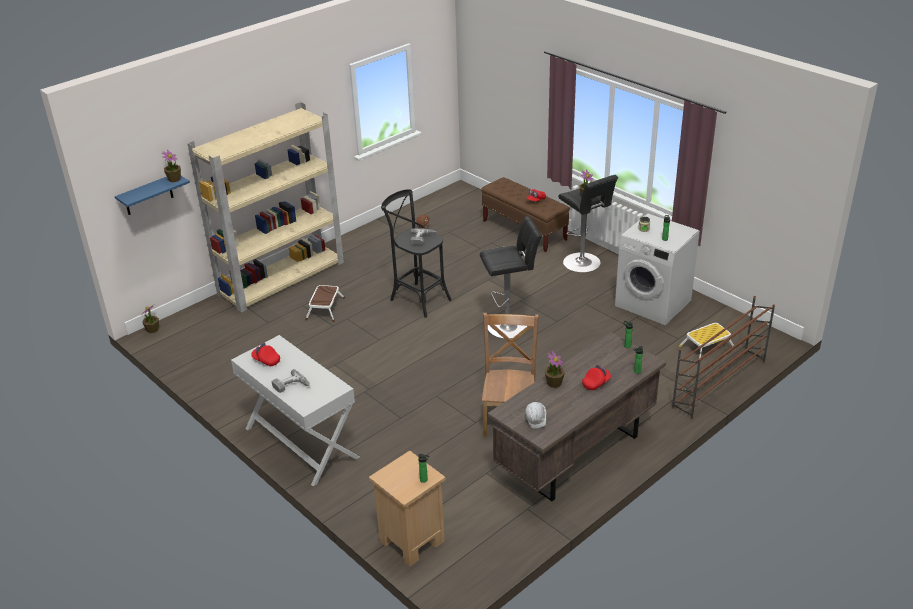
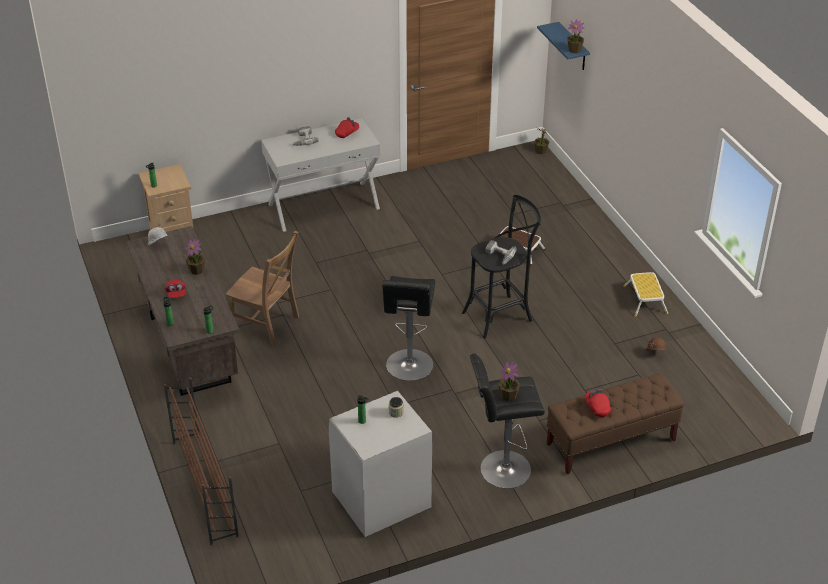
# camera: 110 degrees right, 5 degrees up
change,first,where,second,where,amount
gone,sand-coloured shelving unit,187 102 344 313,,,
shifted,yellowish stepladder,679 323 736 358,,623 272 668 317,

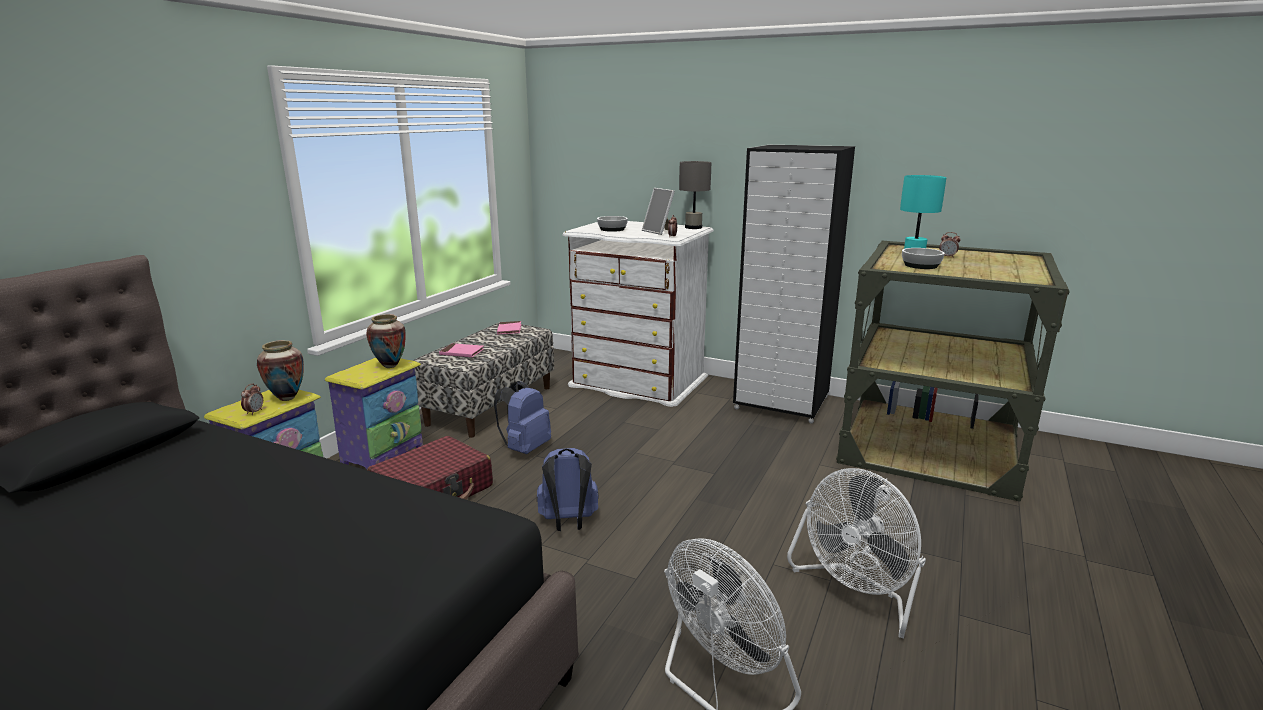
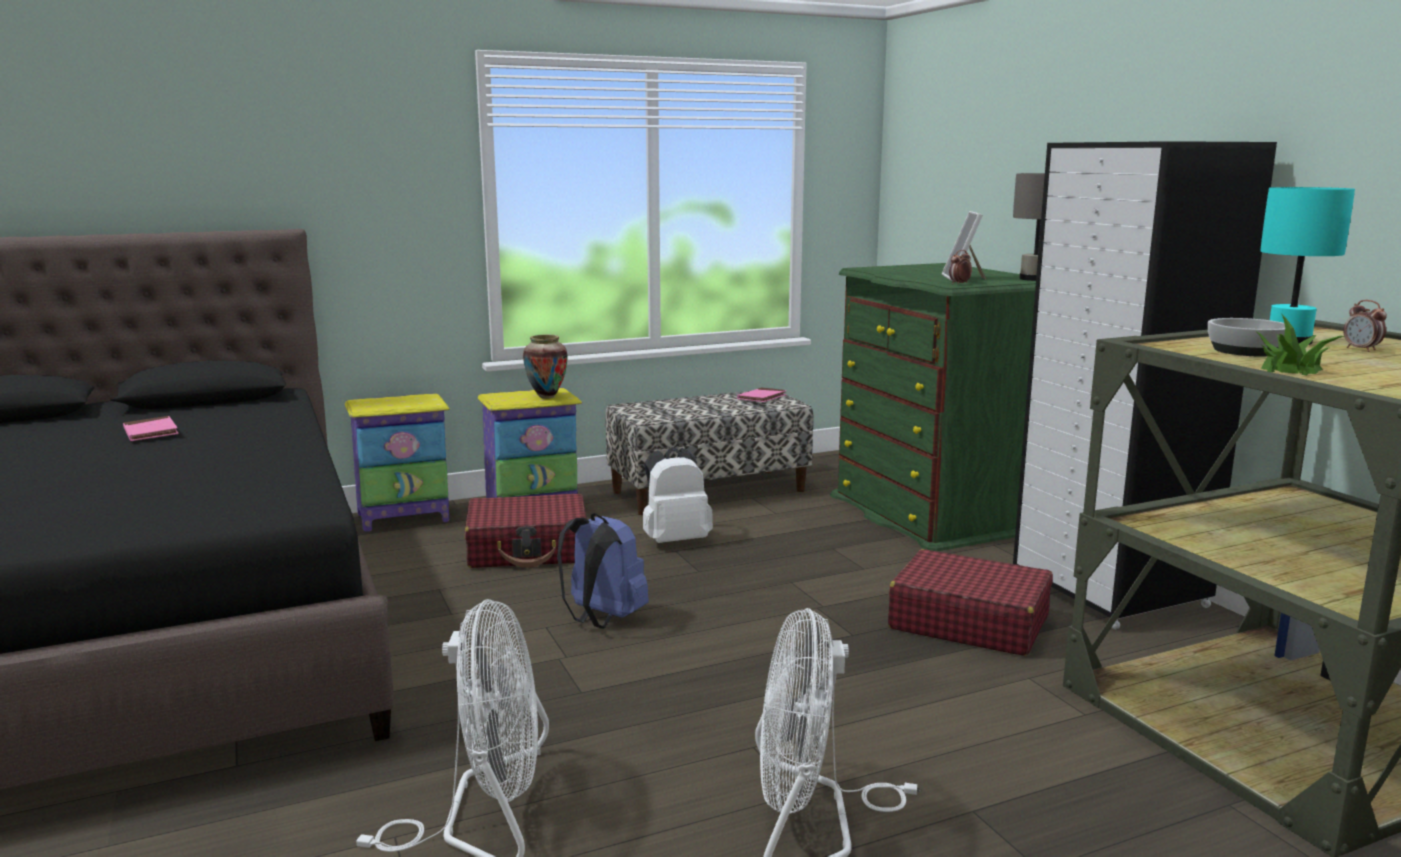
# camera: 40 degrees right, 5 degrees down
change,first,where,second,where,amount
gone,bedside clock,241 384 263 415,,,
gone,decorative vase,257 340 304 401,,,
gone,serving bowl,597 216 628 232,,,
new,,,red piece of luggage,888 549 1053 656,
new,,,houseplant,1257 315 1344 375,
shifted,pinkish book,439 343 484 357,,123 416 179 441,
repainted,blue-coloured knapsack,494 381 551 454,white knapsack,643 447 713 543,
repainted,white dresser,562 221 714 407,green dresser,830 263 1036 551,

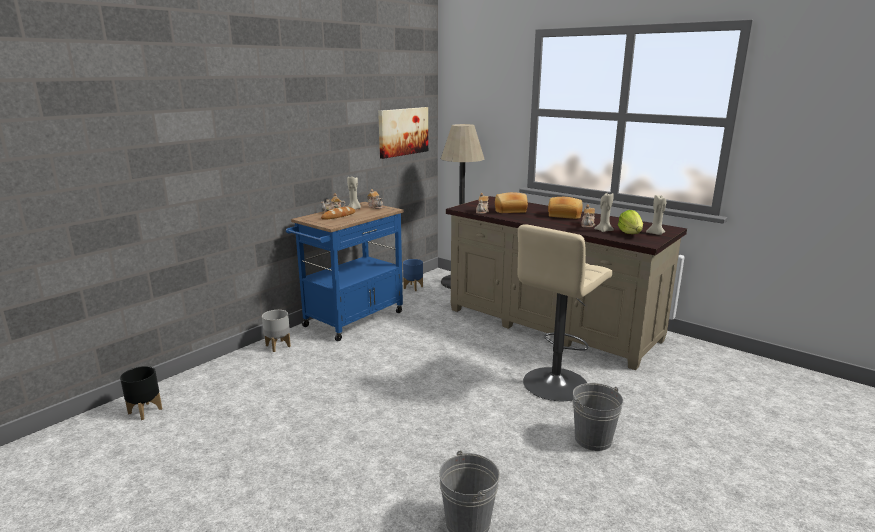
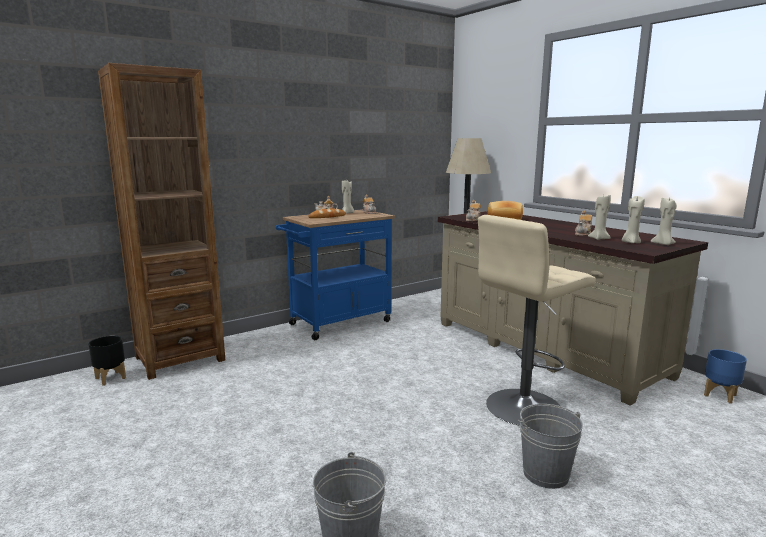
# camera: 15 degrees right, 5 degrees down
change,first,where,second,where,amount
gone,gray flower pot,262 310 291 352,,,
gone,wall picture,378 107 428 159,,,
gone,baked bread,548 197 583 219,,,
new,,,brown-coloured shelving unit,98 63 225 380,
shifted,blue-coloured flower pot,403 259 423 291,,704 349 747 404,
swapped,lettuce,618 210 643 234,sand-coloured wax candle,622 195 645 243,

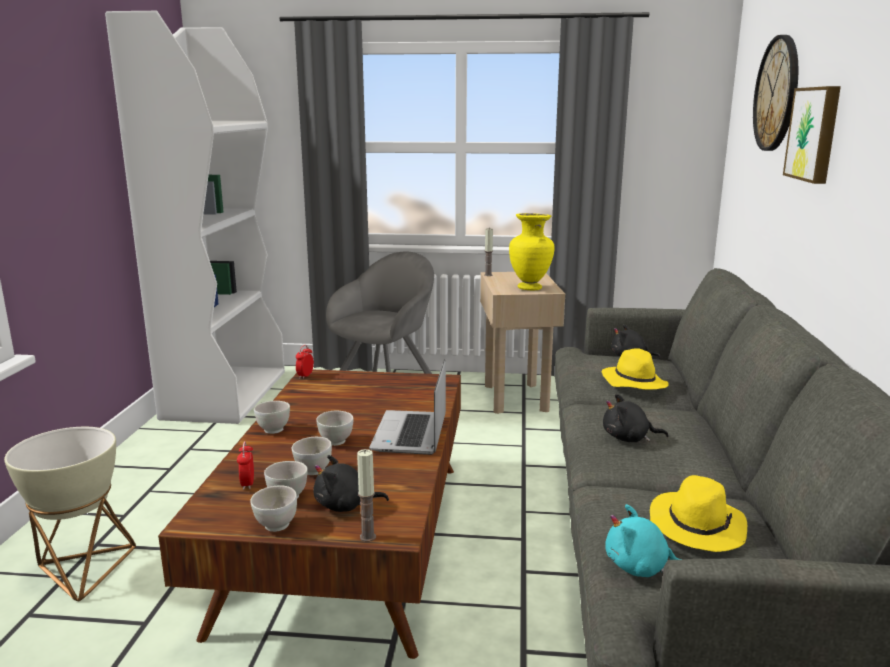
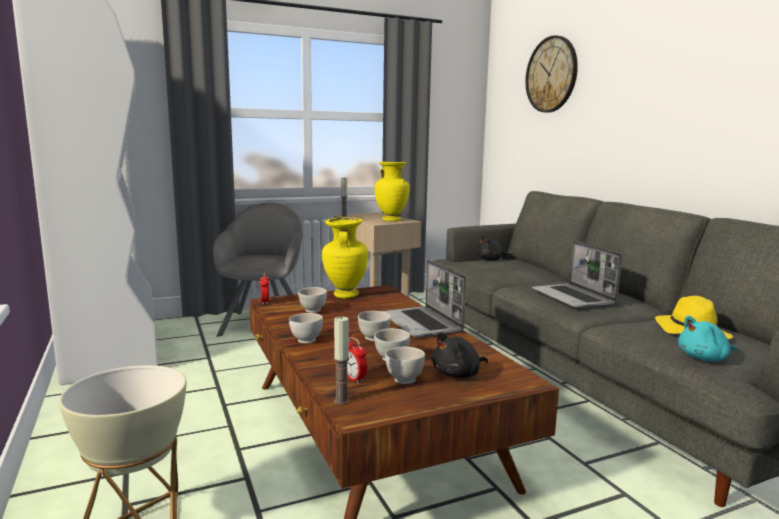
# camera: 30 degrees left, 5 degrees down
change,first,where,second,where,amount
gone,yellowish clothing hat,602 348 669 390,,,
gone,wall picture,783 86 841 184,,,
new,,,yellowish decorative vase,322 217 368 299,
shifted,white serving bowl,250 486 297 532,,298 287 327 313,
shifted,wax candle,357 449 376 542,,334 316 350 405,
swapped,black cuddly toy,603 394 669 442,notebook computer,532 241 622 308,

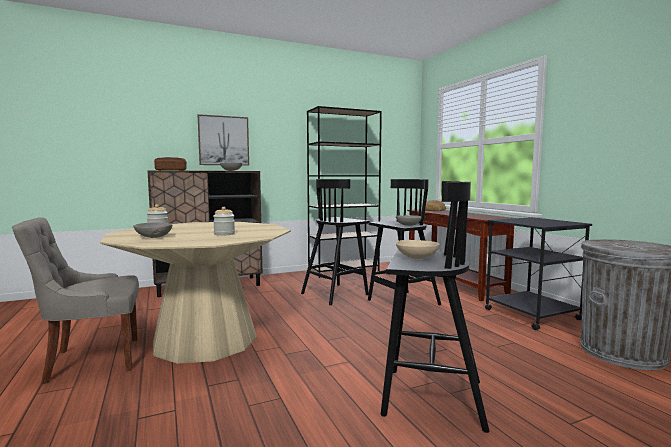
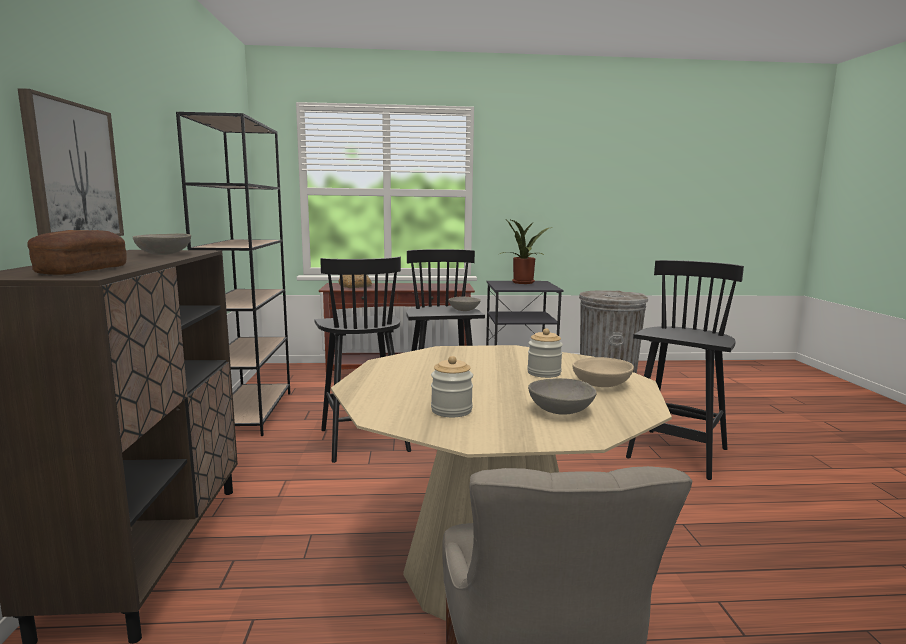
# camera: 70 degrees left, 5 degrees up
change,first,where,second,where,amount
new,,,houseplant,500 219 553 284,
shifted,sand-coloured serving bowl,396 240 440 259,,572 357 634 387,

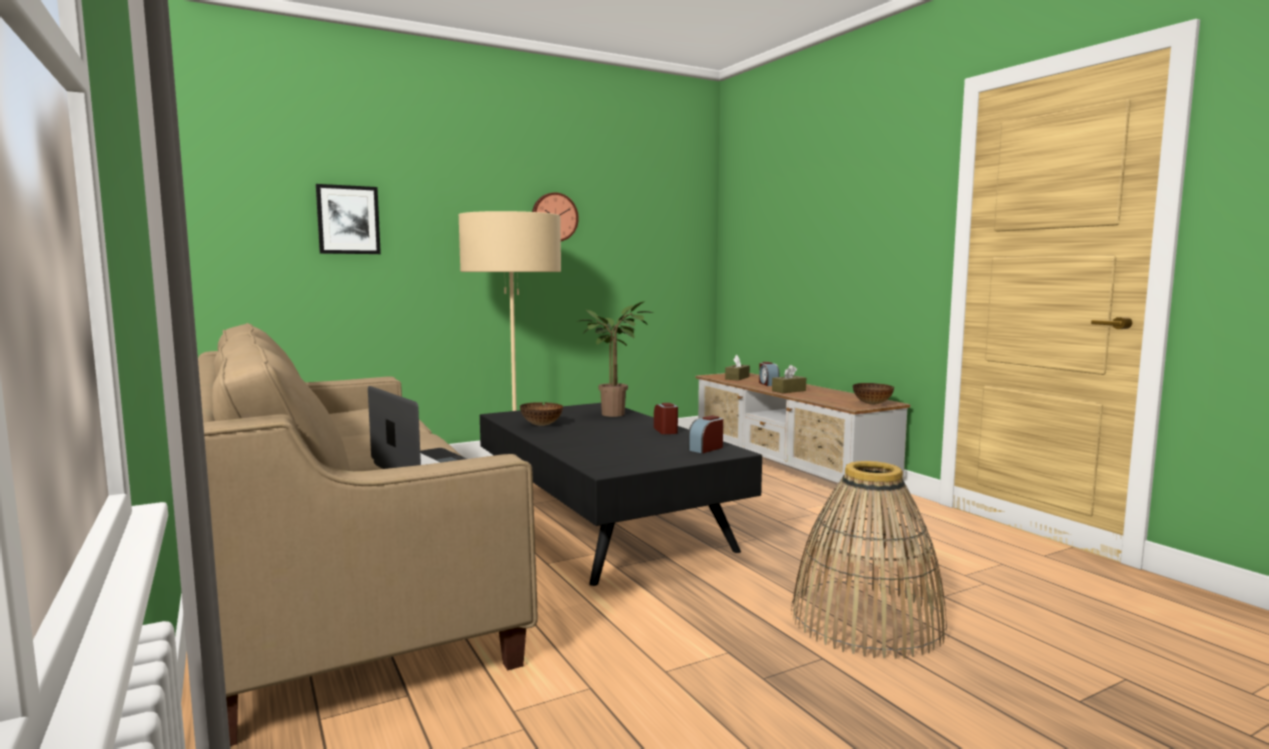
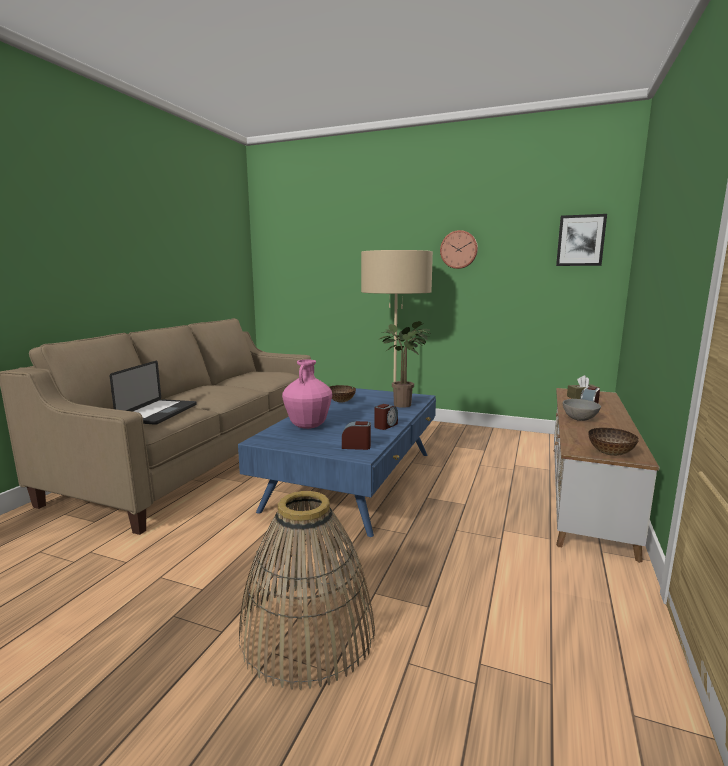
# camera: 50 degrees right, 5 degrees up
change,first,where,second,where,amount
new,,,pinkish decorative vase,282 359 332 429,
shifted,wall picture,316 184 381 254,,556 214 607 266,
swapped,brown-coloured tissue holder,772 365 806 393,gray serving bowl,562 399 601 421,
repainted,black low table,480 403 762 586,blue-coloured low table,238 388 436 537,

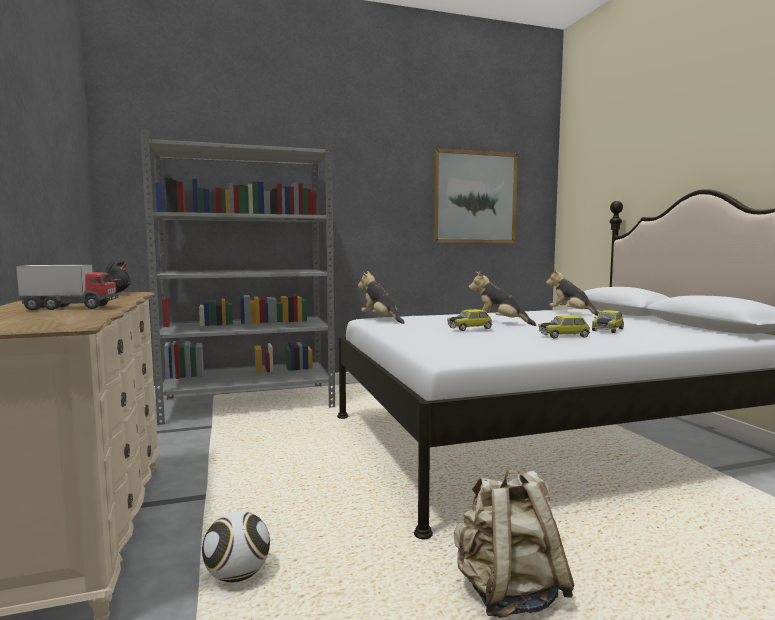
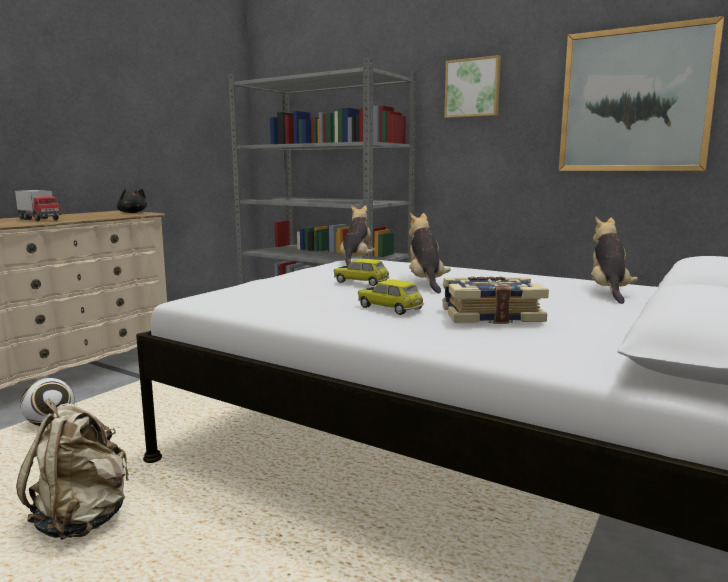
# camera: 50 degrees right, 5 degrees up
change,first,where,second,where,amount
new,,,wall picture,444 55 501 118,
swapped,miniature car,592 310 624 333,book,442 276 549 324,

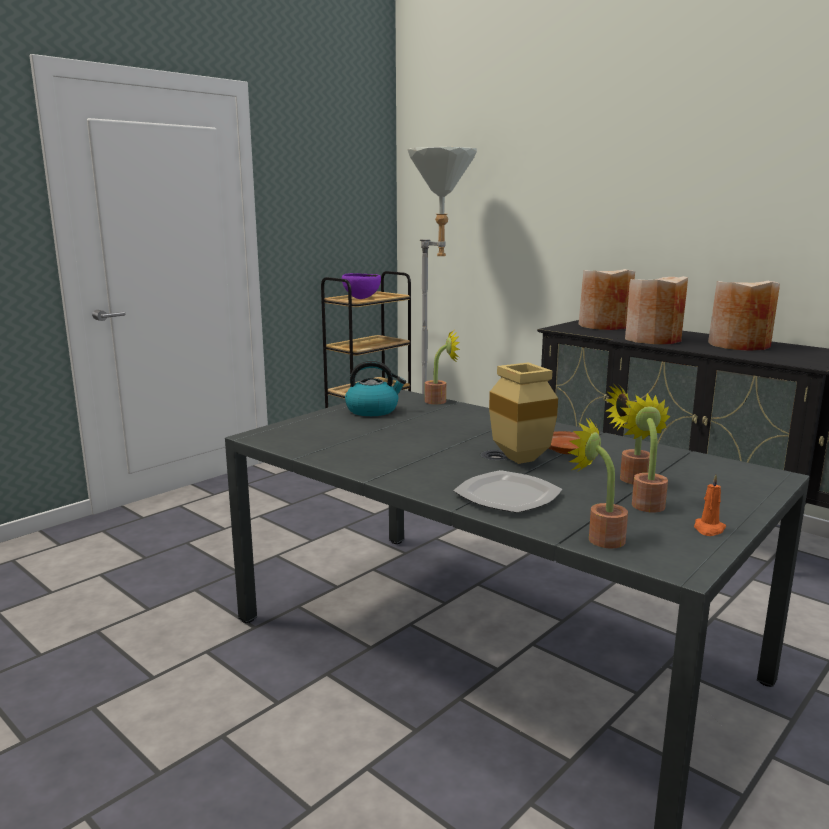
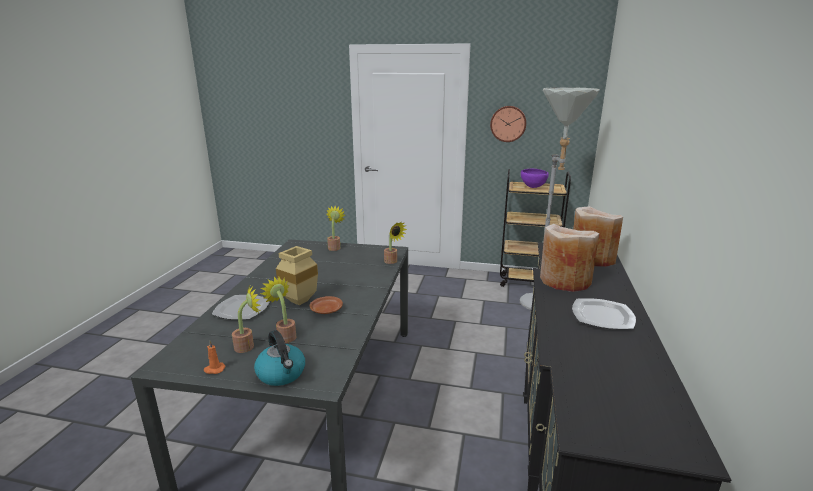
# camera: 60 degrees right, 5 degrees up
change,first,where,second,where,amount
new,,,clock on the wall,490 106 526 142,
shifted,tea kettle,345 361 406 416,,254 330 305 386,
shifted,houseplant,567 418 628 549,,327 205 345 251,
swapped,sand-coloured decorative vase,708 281 780 351,dinner plate,572 298 636 329,

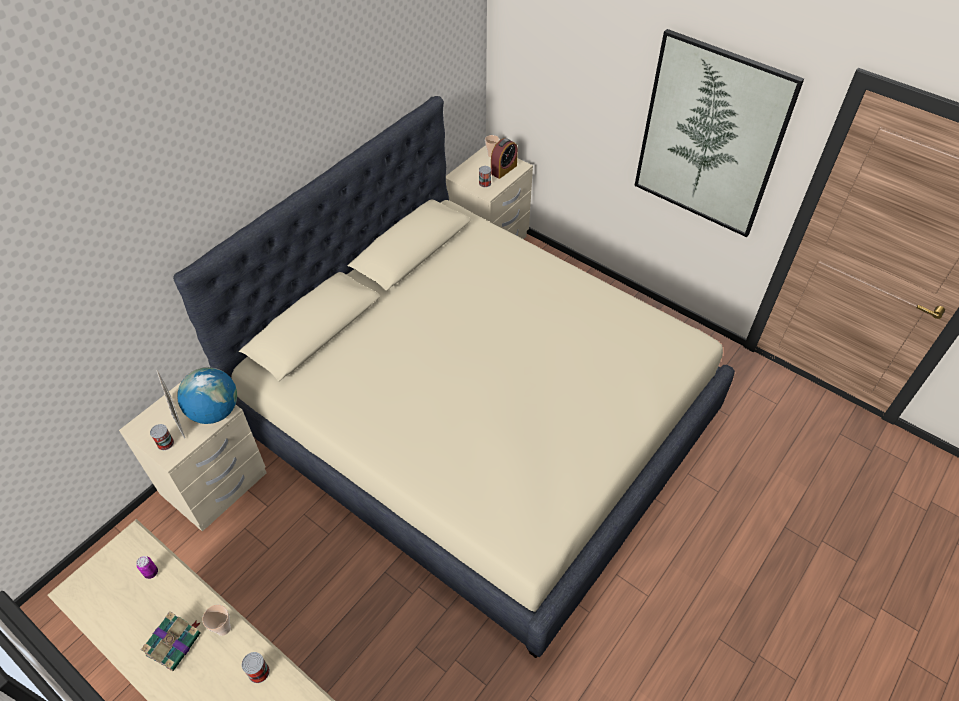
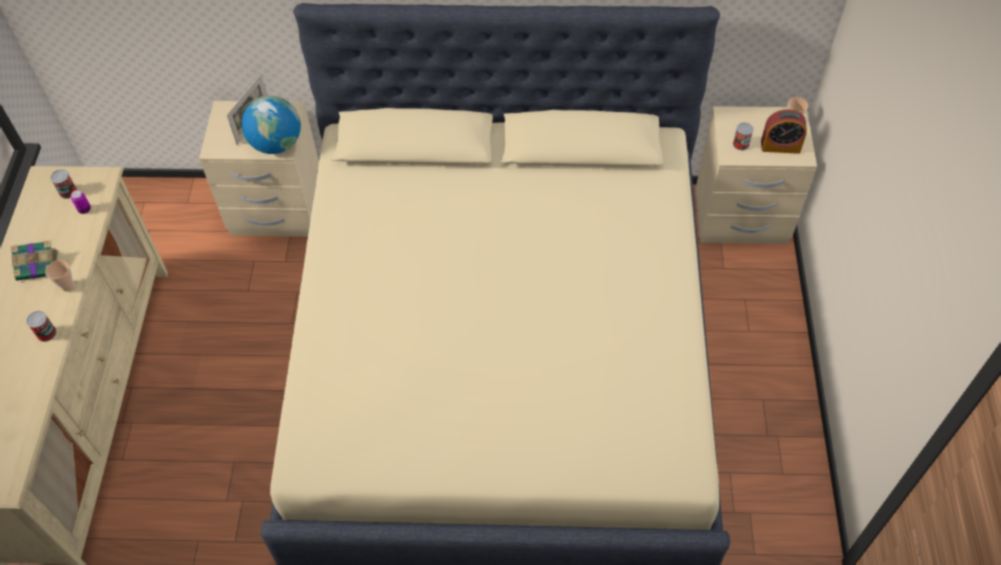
# camera: 55 degrees right, 5 degrees up
change,first,where,second,where,amount
gone,wall picture,634 29 804 237,,,
shifted,metal can,150 424 174 450,,50 169 77 199,

